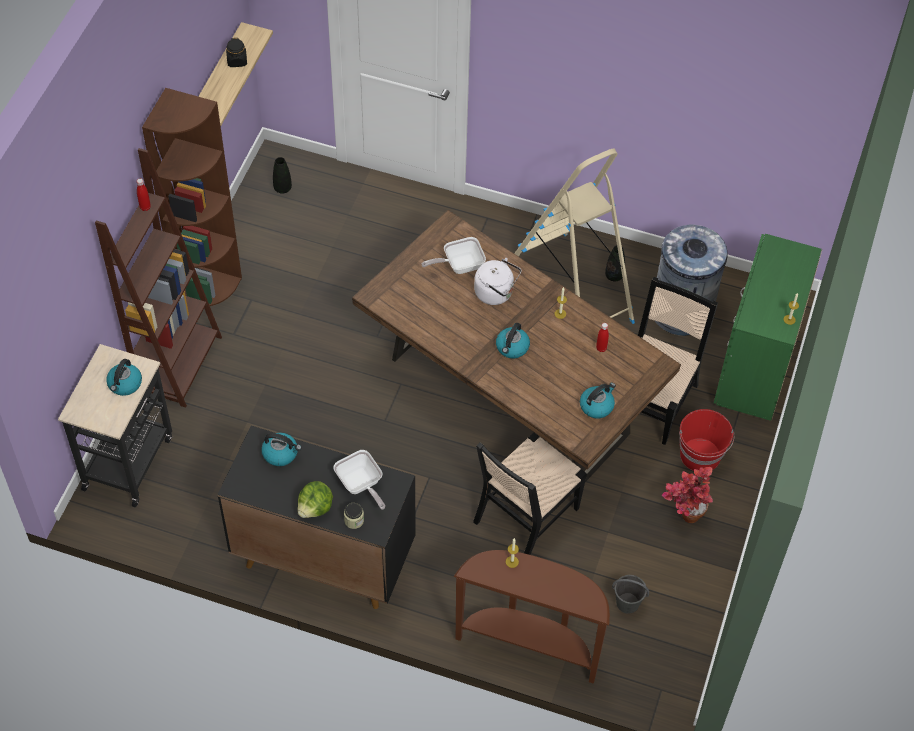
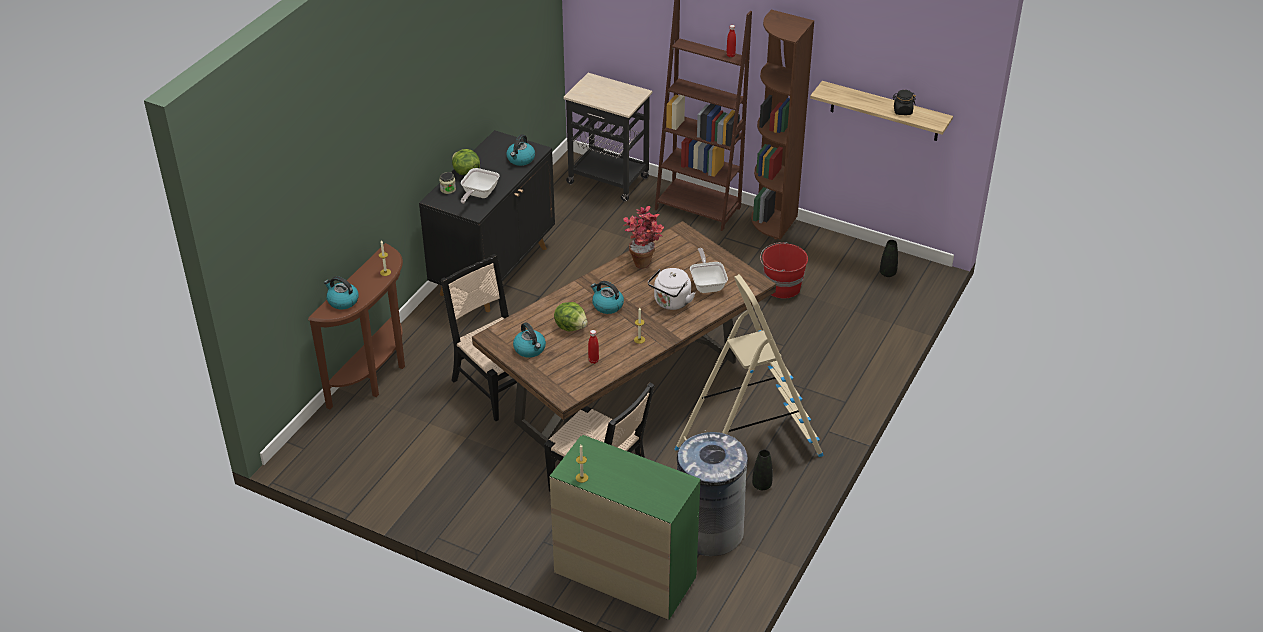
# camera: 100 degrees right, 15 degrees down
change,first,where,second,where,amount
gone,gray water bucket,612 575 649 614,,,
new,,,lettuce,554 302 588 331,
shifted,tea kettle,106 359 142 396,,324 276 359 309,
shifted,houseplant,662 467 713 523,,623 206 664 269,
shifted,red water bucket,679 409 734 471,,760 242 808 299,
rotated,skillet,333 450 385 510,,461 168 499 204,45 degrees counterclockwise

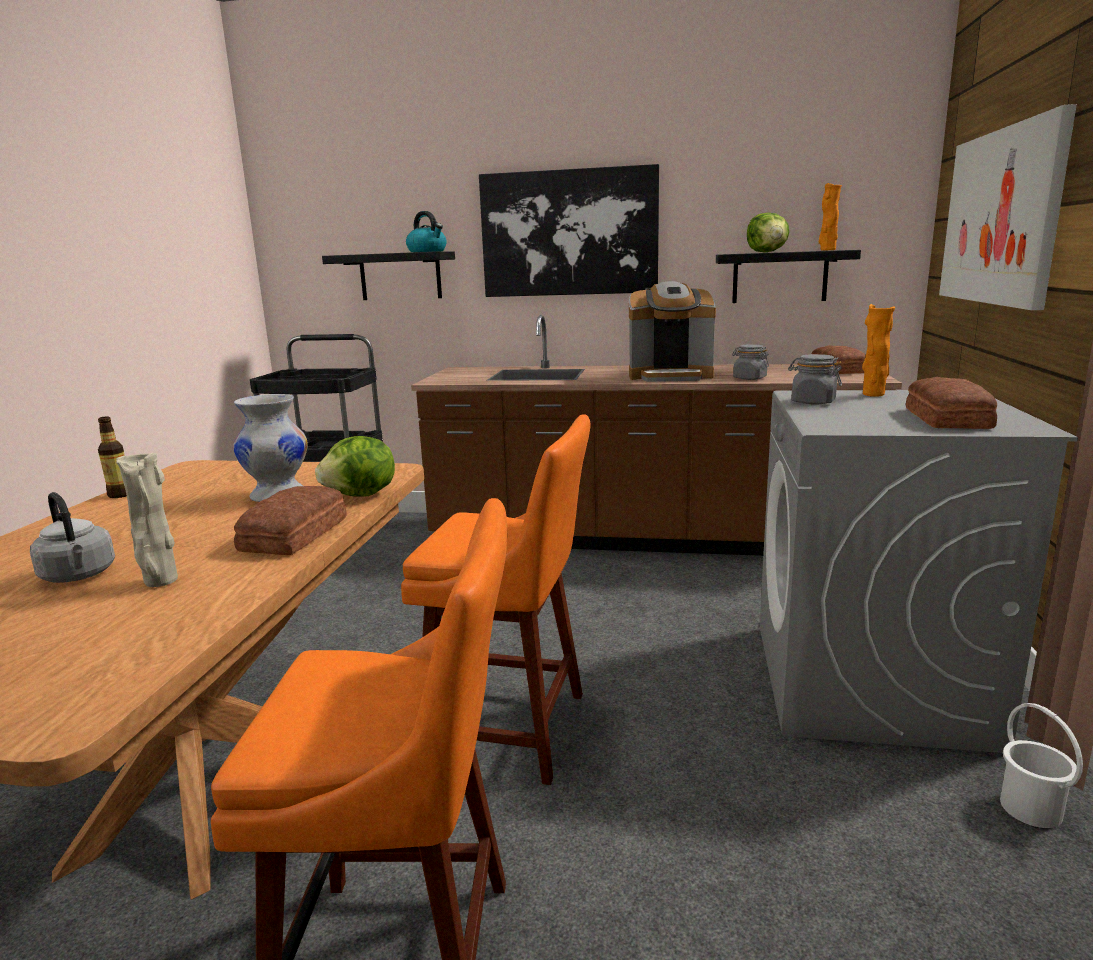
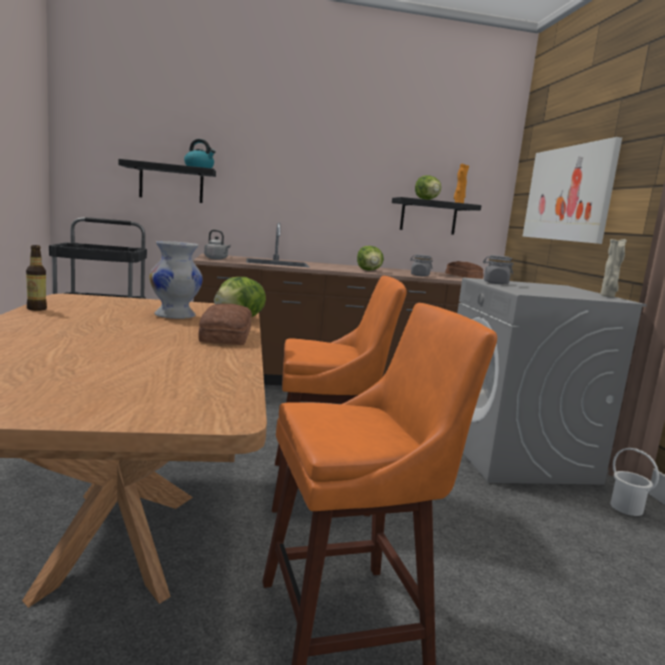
# camera: 20 degrees left, 5 degrees down
change,first,where,second,where,amount
gone,wall picture,479 164 659 297,,,
gone,orange-coloured decorative vase,862 304 895 397,,,
gone,baked bread,906 377 997 429,,,
shifted,gray tea kettle,30 492 115 583,,204 230 231 260,
shifted,sand-coloured decorative vase,116 453 178 587,,600 239 627 297,
swapped,coffee machine,629 281 716 382,lettuce,357 246 384 271,

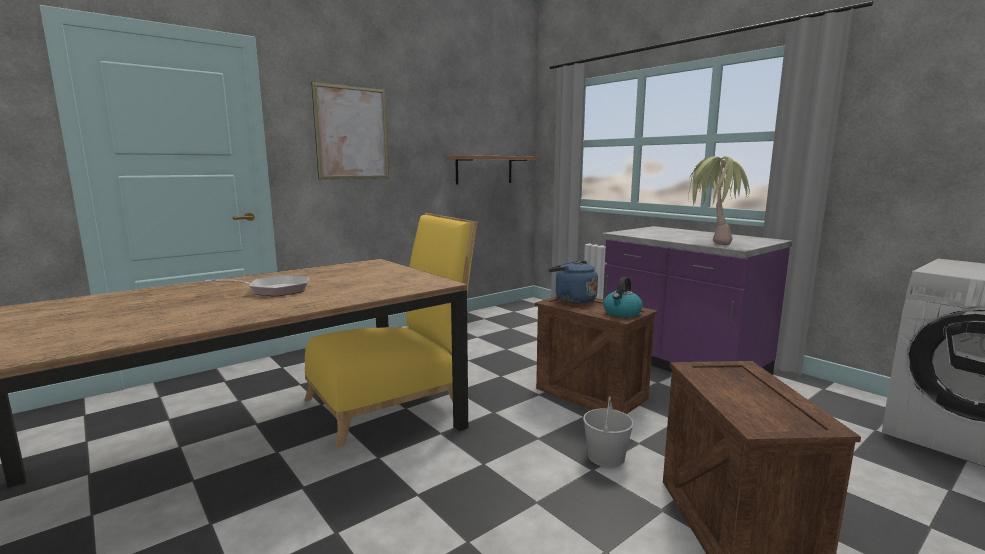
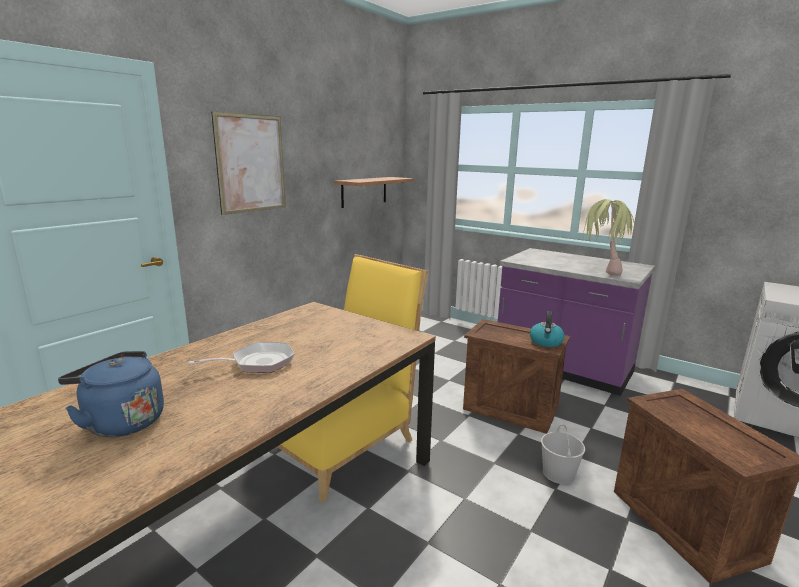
# camera: 15 degrees left, 5 degrees up
change,first,where,second,where,amount
shifted,blue-coloured tea kettle,548 261 598 304,,58 351 164 437,

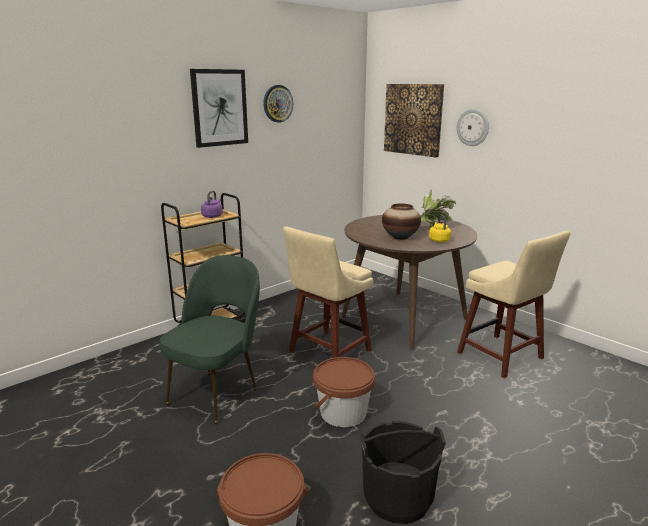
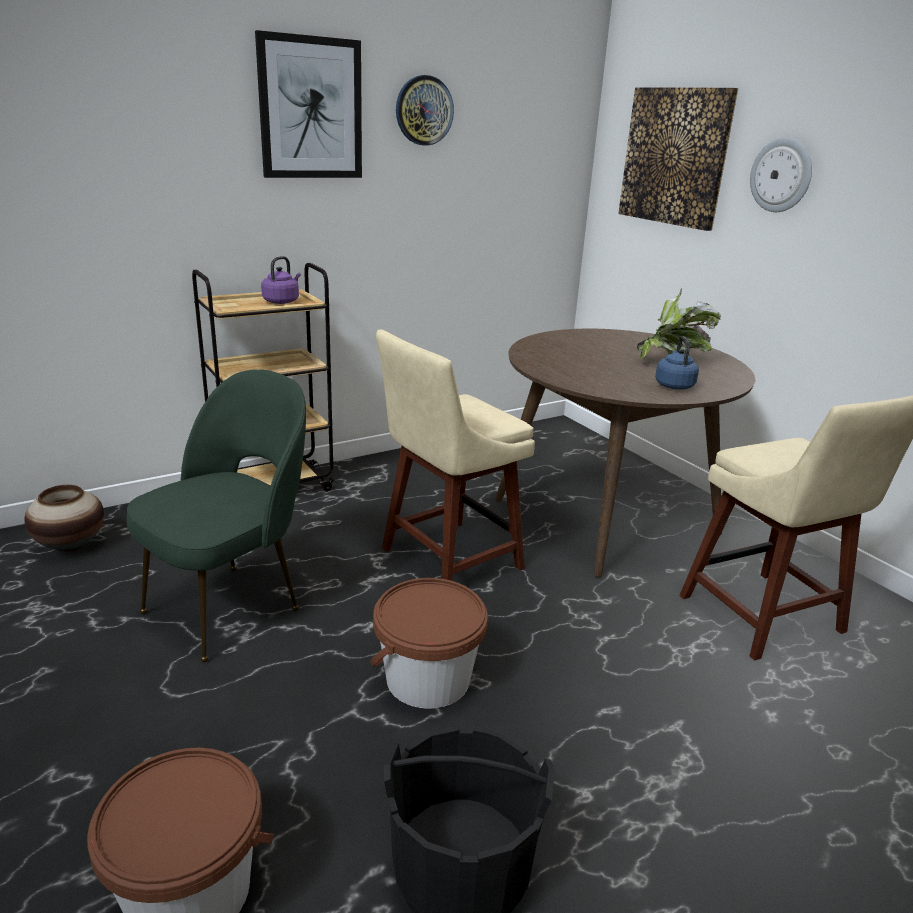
# camera: 10 degrees right, 5 degrees up
change,first,where,second,where,amount
shifted,decorative vase,382 203 421 240,,25 485 104 552,
repainted,yellowish tea kettle,429 214 451 242,blue-coloured tea kettle,655 336 699 389,

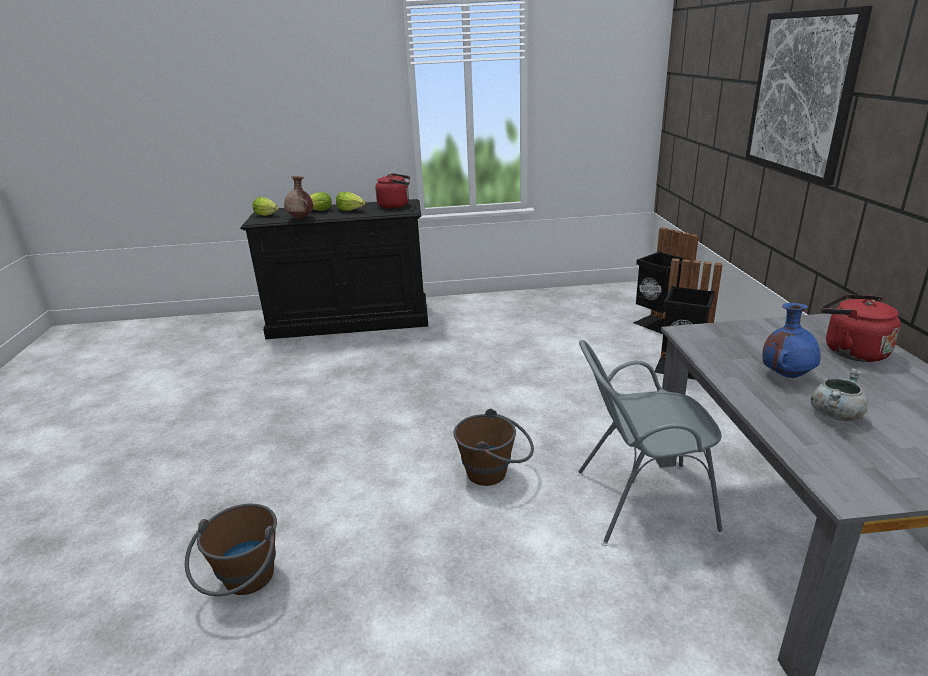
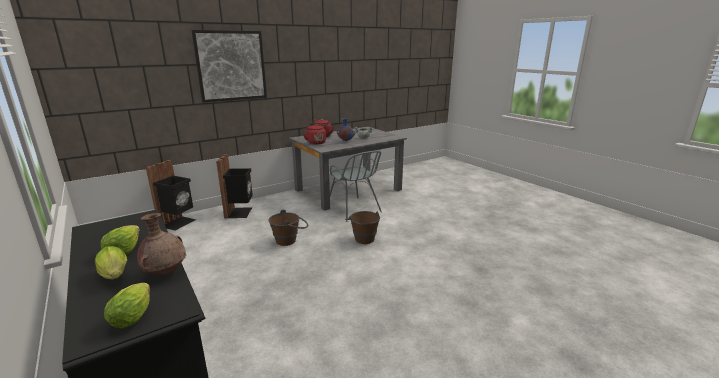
# camera: 120 degrees left, 5 degrees down
change,first,where,second,where,amount
shifted,brown-coloured water bucket,185 504 277 596,,268 210 308 246,
shifted,red tea kettle,375 173 410 209,,303 124 326 145,

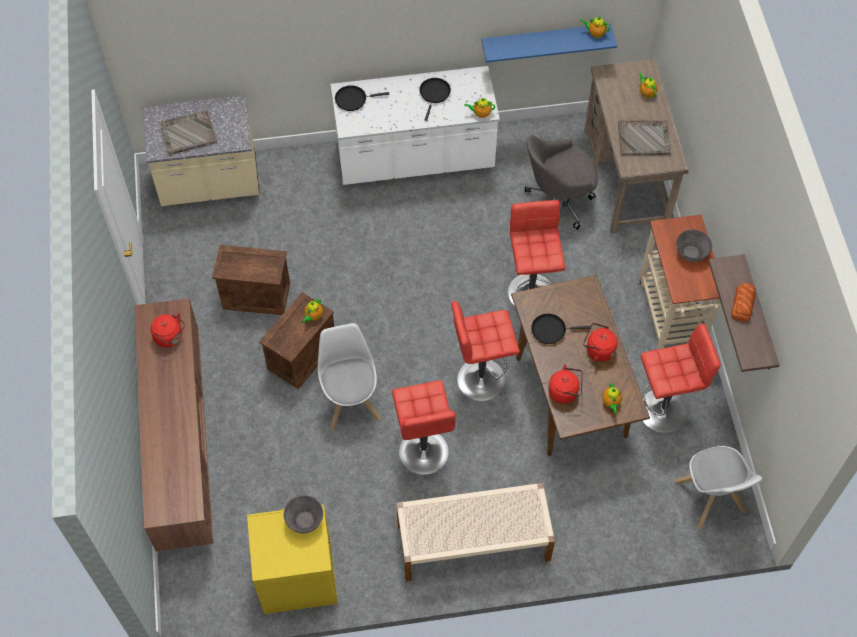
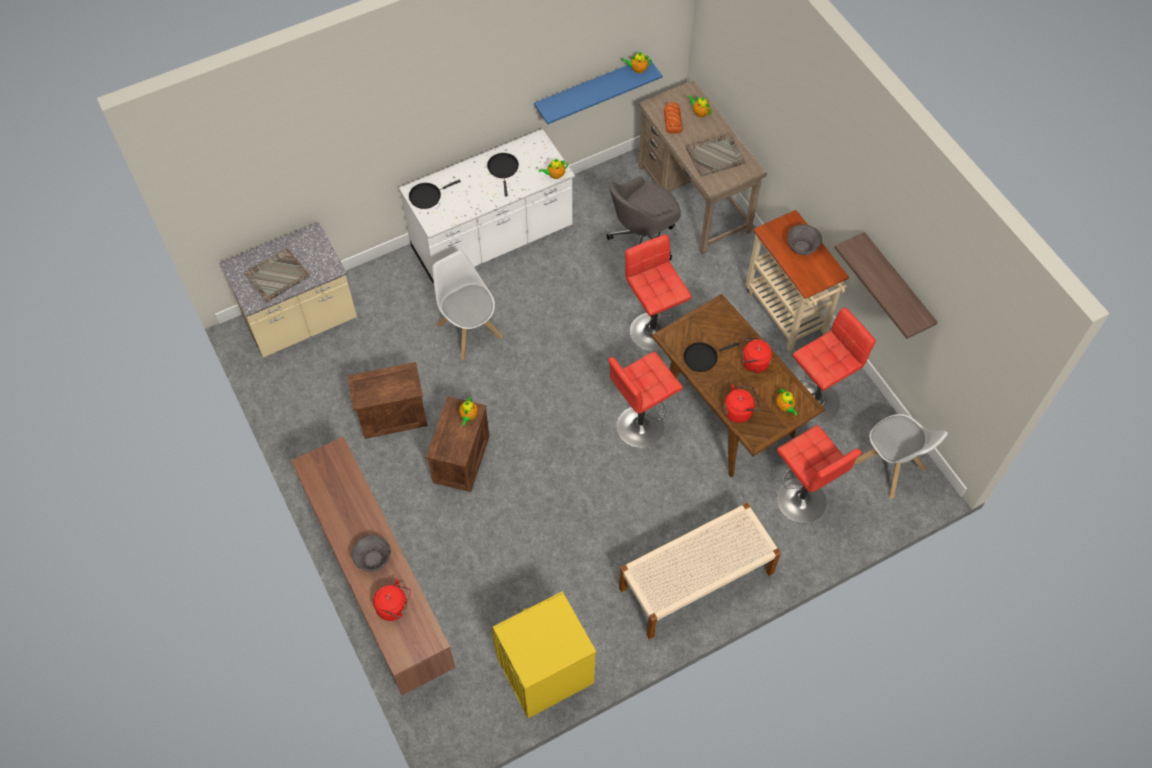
# camera: 20 degrees left, 0 degrees up
change,first,where,second,where,amount
shifted,red tea kettle,151 313 185 348,,373 579 411 621,
shifted,gray serving bowl,284 495 323 533,,351 535 391 572,
shifted,plain chair,318 323 381 431,,432 251 503 360,
shifted,red stool,392 380 456 475,,777 425 862 523,
shifted,baked bread,731 283 756 322,,664 103 683 134,

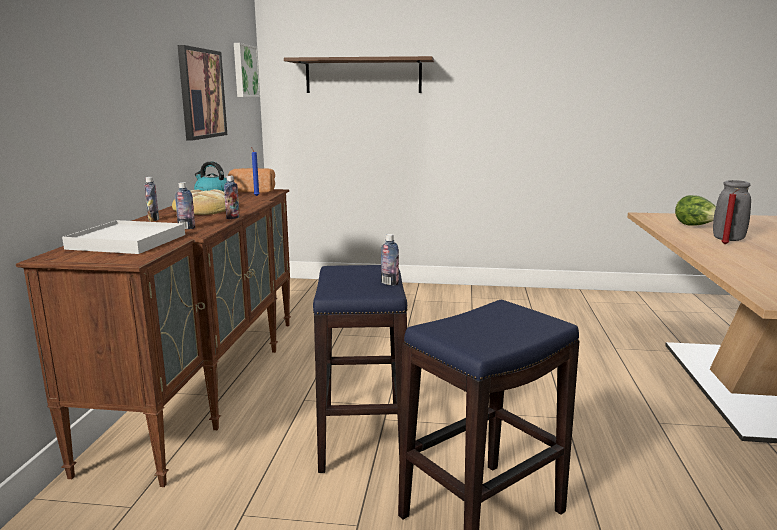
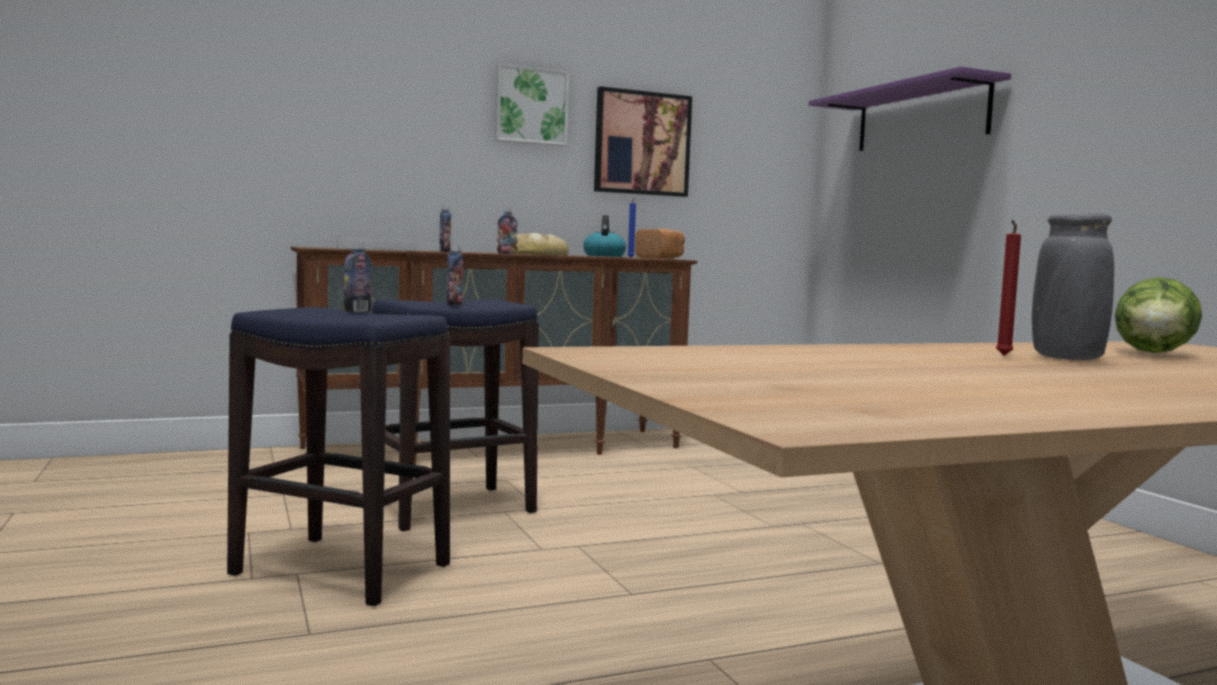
# camera: 60 degrees right, 10 degrees down
change,first,where,second,where,amount
shifted,beverage bottle,144 177 159 221,,344 242 372 312,
shifted,wall picture,234 43 260 97,,495 64 569 146,
repainted,brown-coloured wall shelf,284 56 434 93,purplish wall shelf,809 66 1011 151,

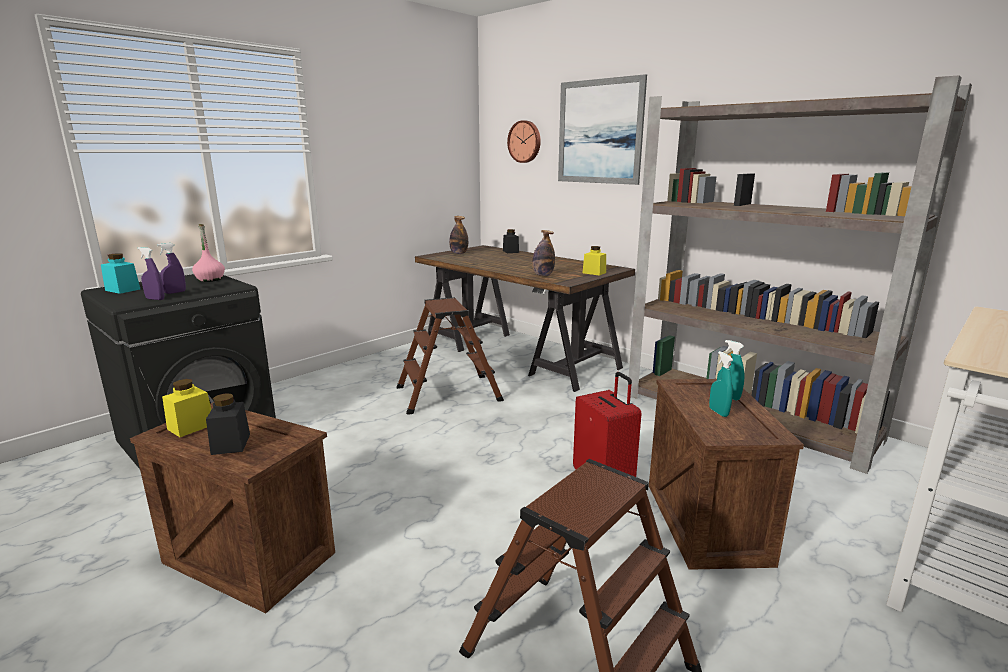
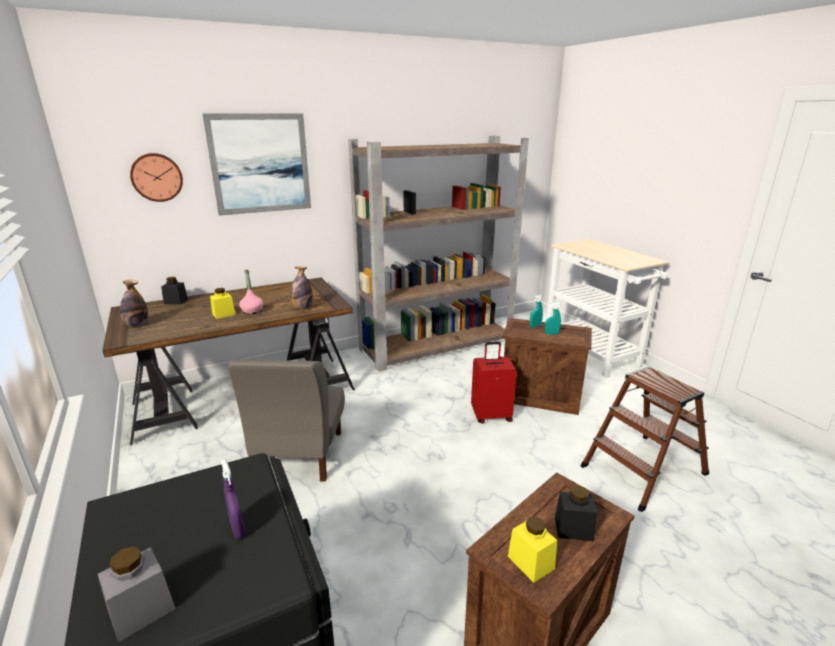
# camera: 70 degrees left, 5 degrees up
change,first,where,second,where,amount
gone,purplish spray bottle,138 247 164 300,,,
shifted,pinkish beverage bottle,192 224 225 282,,239 270 263 314,
shifted,yellowish storage jar,583 246 606 276,,210 288 236 319,
swapped,brown-coloured stepladder,396 297 504 415,gray plain chair,228 359 345 481,
repainted,blue-green storage jar,101 253 140 294,gray storage jar,98 546 176 643,

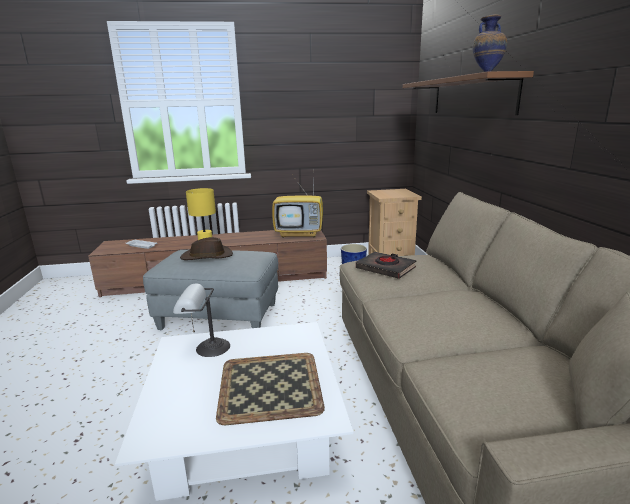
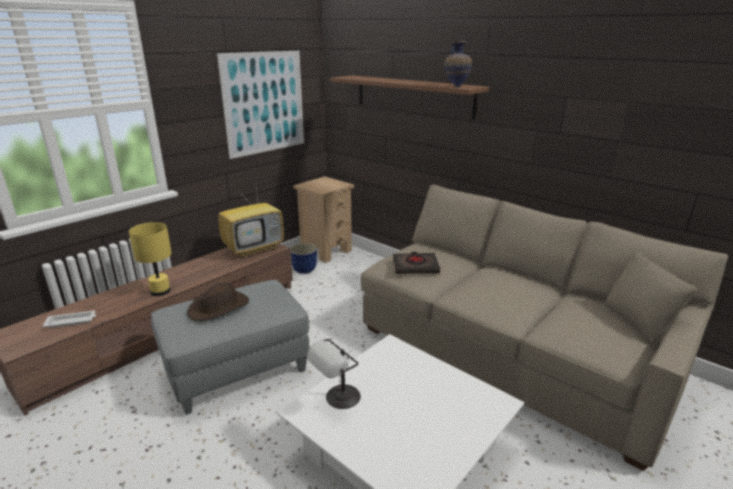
# camera: 40 degrees left, 5 degrees up
change,first,where,second,where,amount
gone,tray,216 353 325 425,,,
new,,,wall picture,217 51 304 159,

